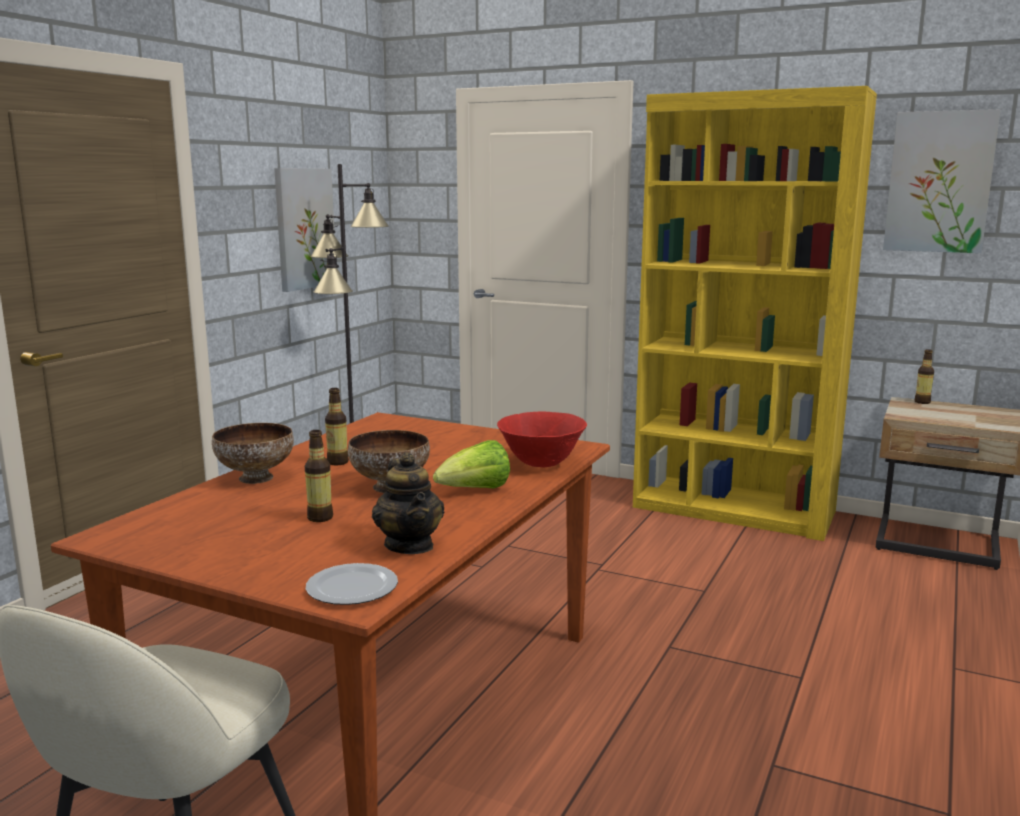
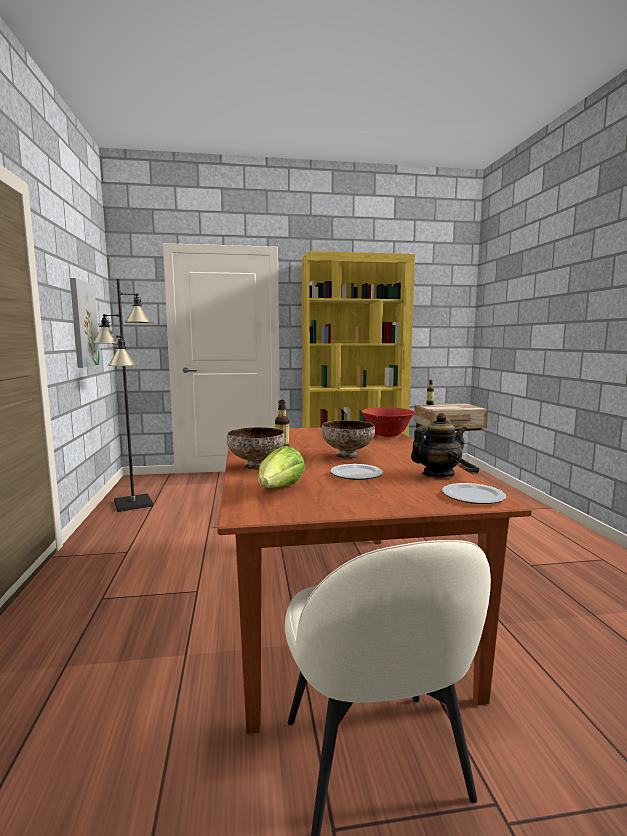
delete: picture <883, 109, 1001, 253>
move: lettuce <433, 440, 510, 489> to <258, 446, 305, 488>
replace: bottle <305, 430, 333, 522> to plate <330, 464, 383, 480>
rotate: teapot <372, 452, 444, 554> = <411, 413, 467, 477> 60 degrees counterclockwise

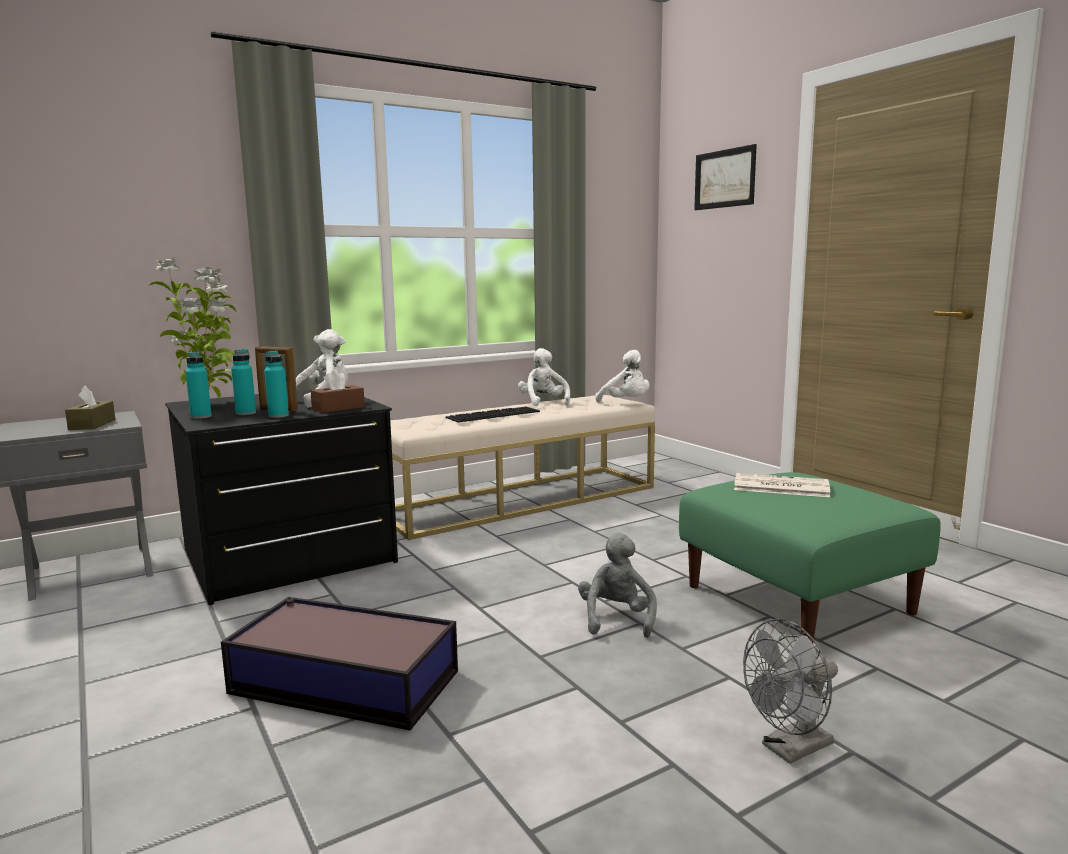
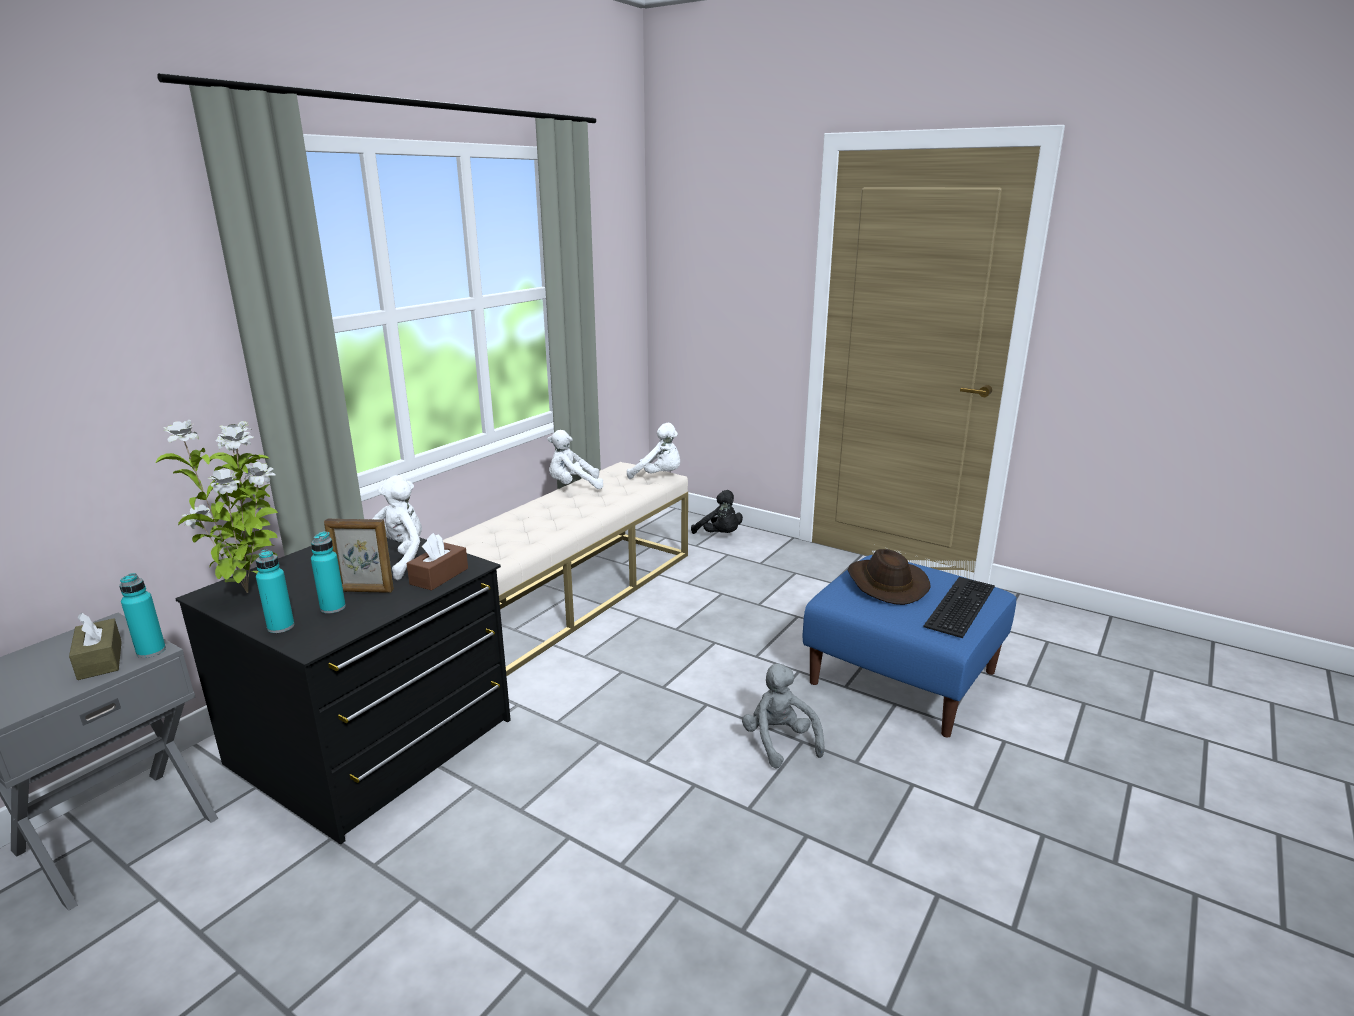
delete: storage box <221, 597, 458, 731>; picture <694, 144, 757, 210>; grey fan <743, 619, 838, 764>
insert: black plush toy <691, 490, 743, 534>
move: turquoise bottle <264, 350, 289, 418> to <119, 573, 166, 658>; keyboard <446, 407, 540, 422> to <923, 577, 995, 638>
replace: newspaper <734, 473, 830, 497> to brown hat <848, 549, 931, 605>
recolor: green ottoman <679, 472, 941, 644> to blue ottoman <803, 555, 1016, 738>
rotate: white plush toy <518, 348, 570, 406> = <547, 430, 603, 489> 60 degrees counterclockwise

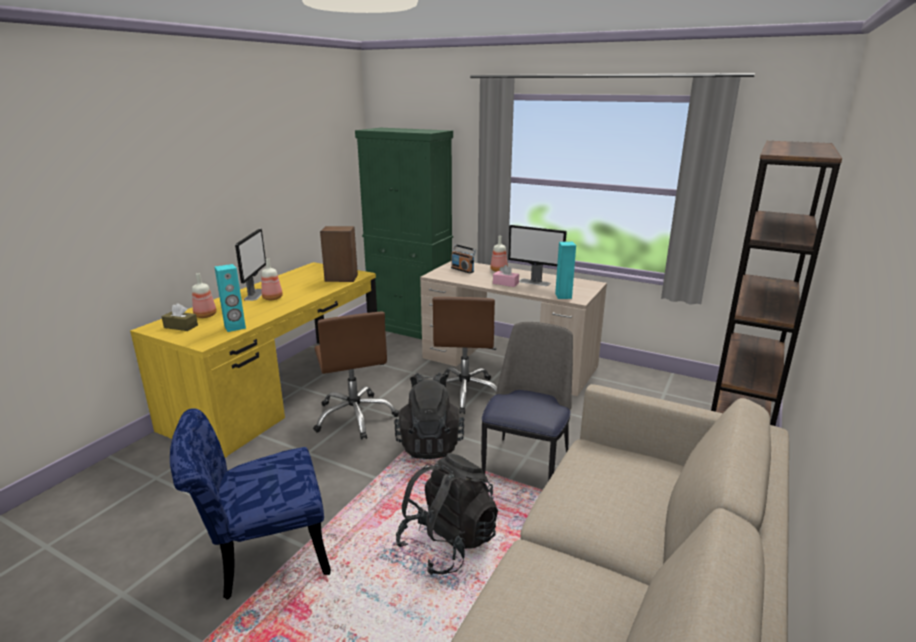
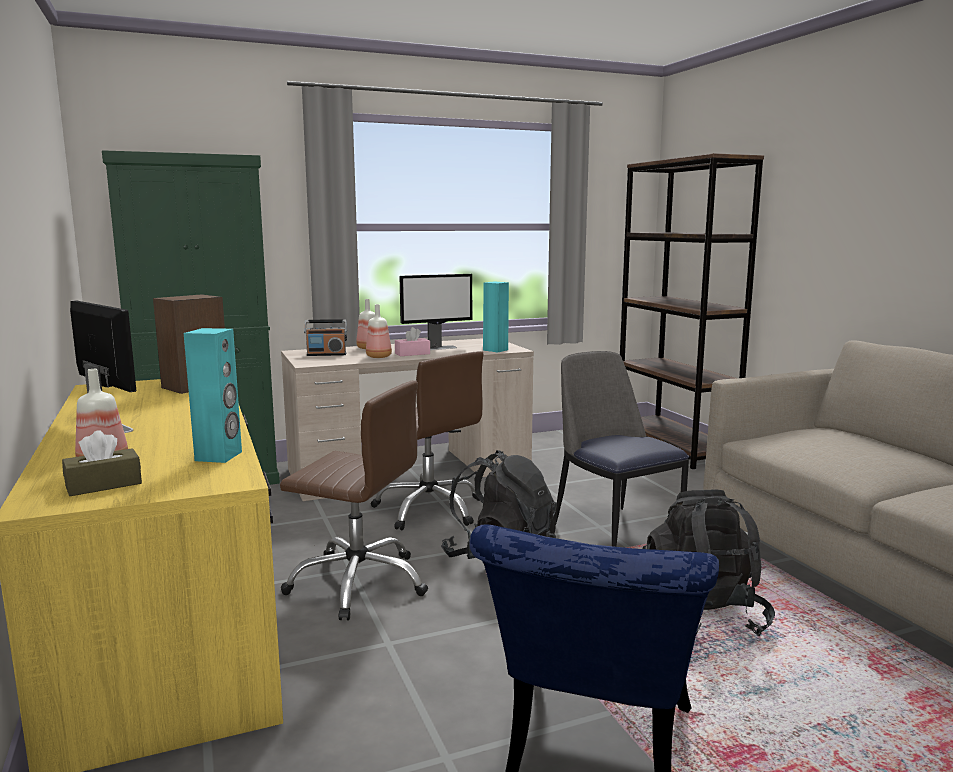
move: bottle <262, 258, 283, 300> to <366, 304, 392, 358>

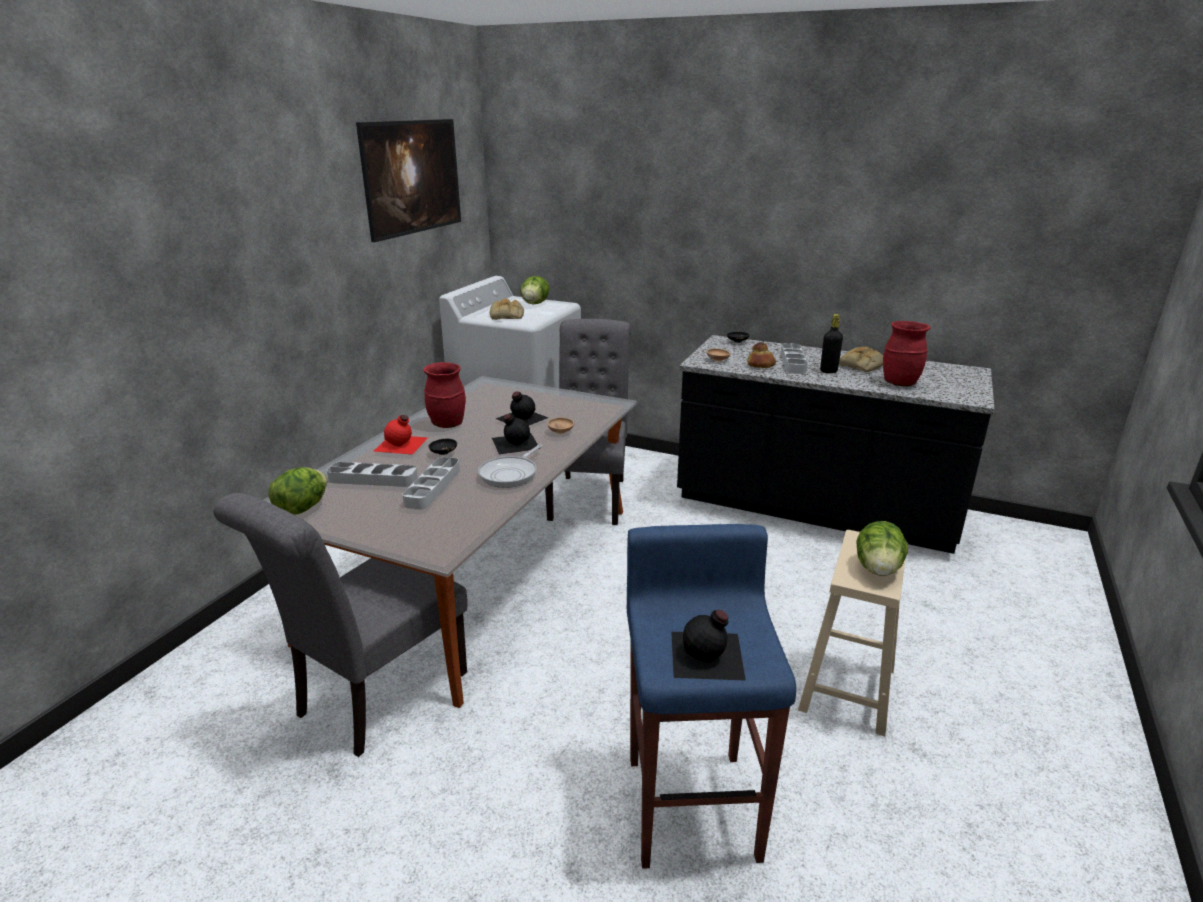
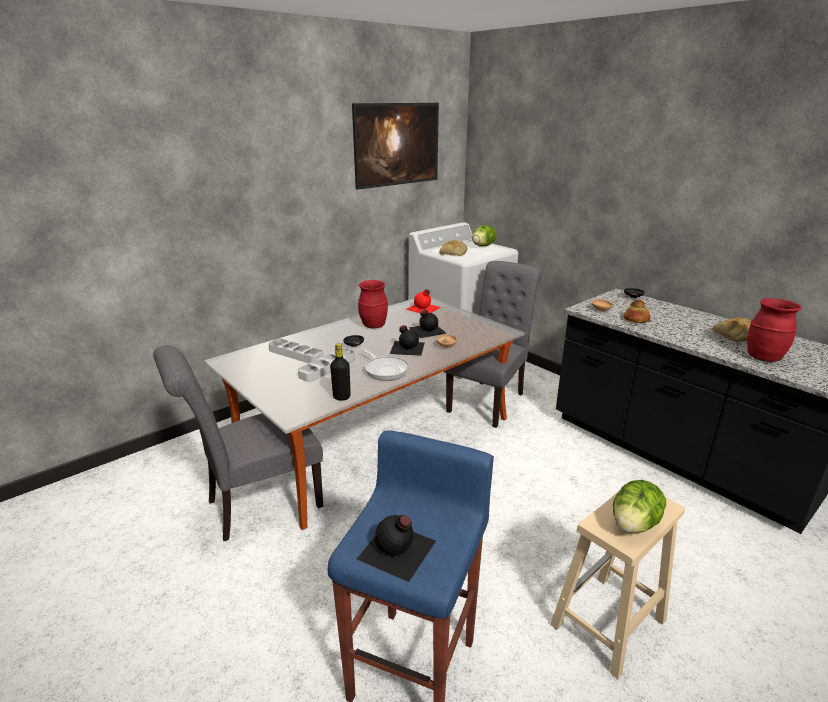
delete: lettuce <268, 467, 327, 515>; grey tray <781, 343, 808, 374>
move: black bottle <820, 314, 843, 373> to <330, 344, 351, 400>; red bottle <374, 415, 428, 455> to <405, 289, 441, 313>
rotate: frying pan <478, 445, 542, 488> = <362, 349, 409, 380> 90 degrees counterclockwise

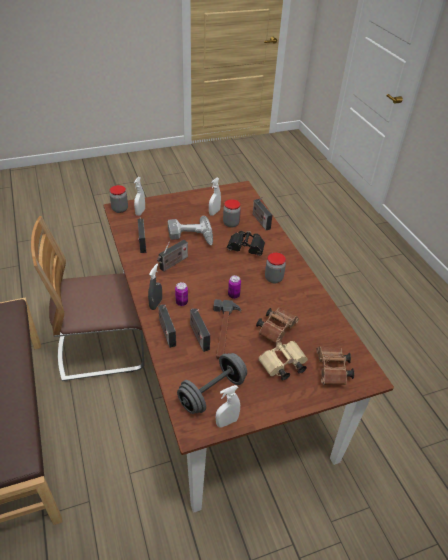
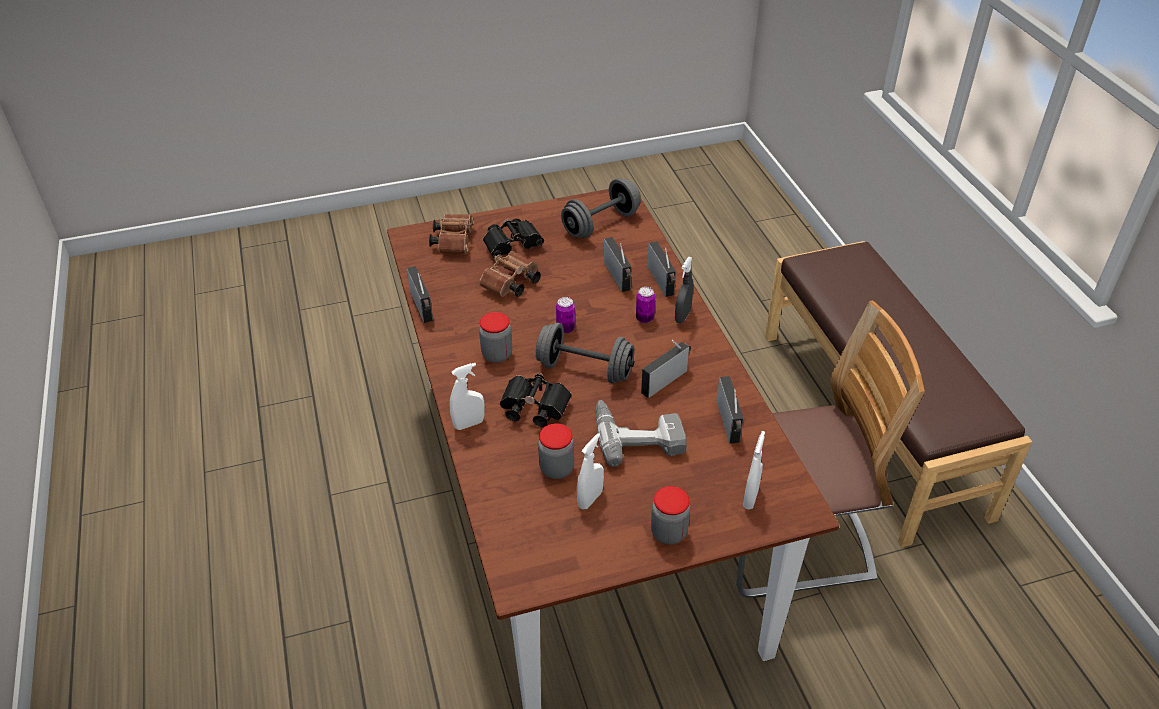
delete: hammer <213, 299, 242, 359>
insert: grey dumbbell <536, 323, 634, 384>
move: radio <253, 197, 272, 230> to <407, 266, 433, 323>; white spray bottle <216, 385, 240, 428> to <450, 363, 485, 430>; jar <110, 185, 128, 213> to <651, 486, 690, 545>
recolor: beige binoculars <259, 341, 308, 380> to black binoculars <483, 218, 544, 258>

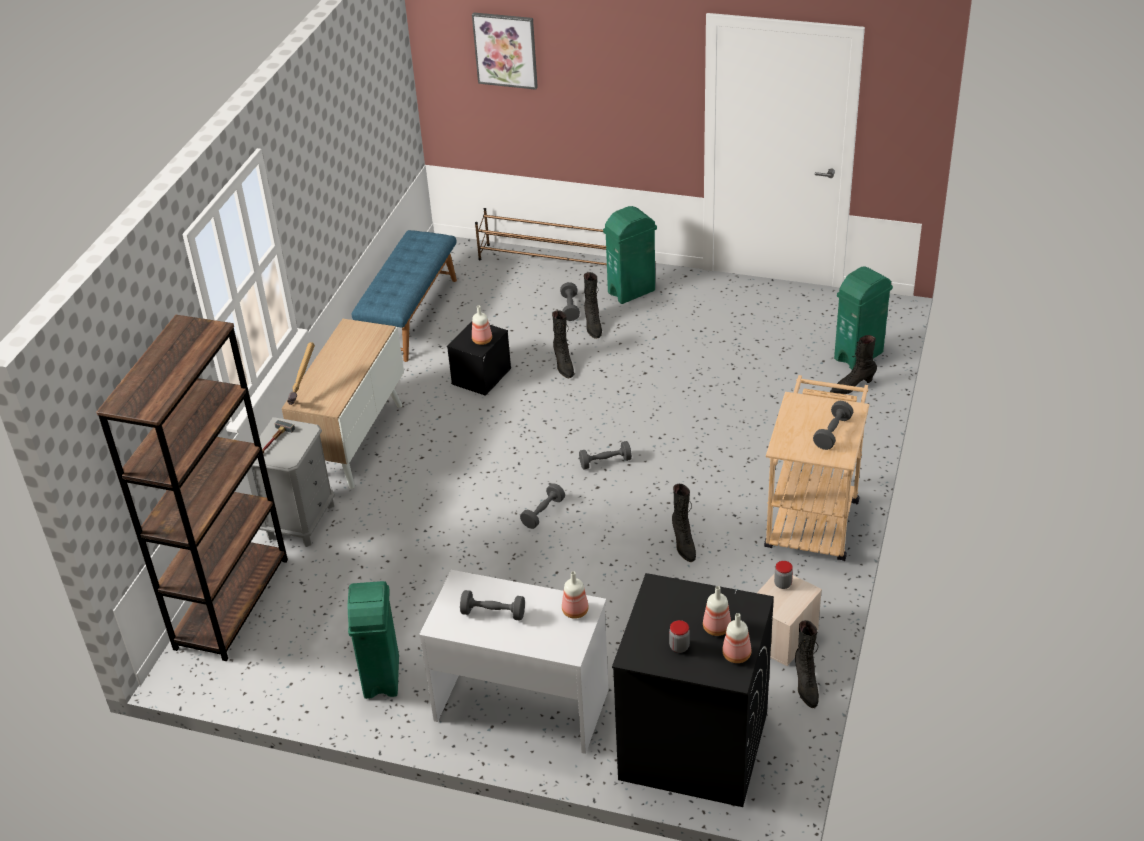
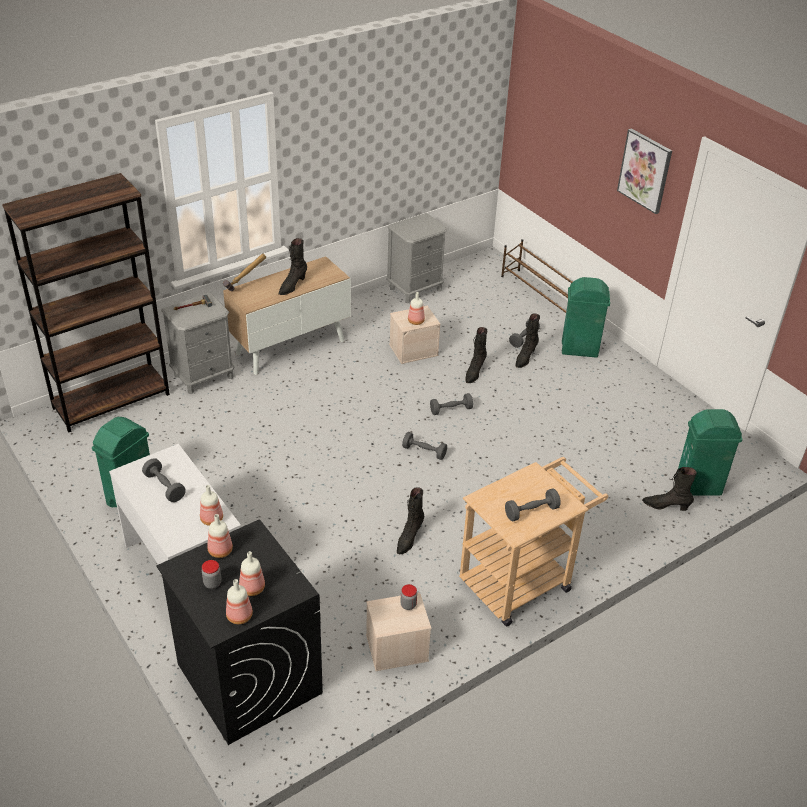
insert: bottle <207, 514, 233, 558>
move: black boot <795, 620, 819, 708> to <278, 238, 307, 295>; grey dumbbell <520, 483, 565, 529> to <430, 393, 473, 415>; picture <472, 12, 538, 90> to <617, 128, 672, 214>
replace: blue bench <351, 230, 457, 362> to grey nightstand <386, 213, 447, 303>
recolor: black storage box <447, 321, 511, 396> to beige storage box <389, 306, 440, 364>

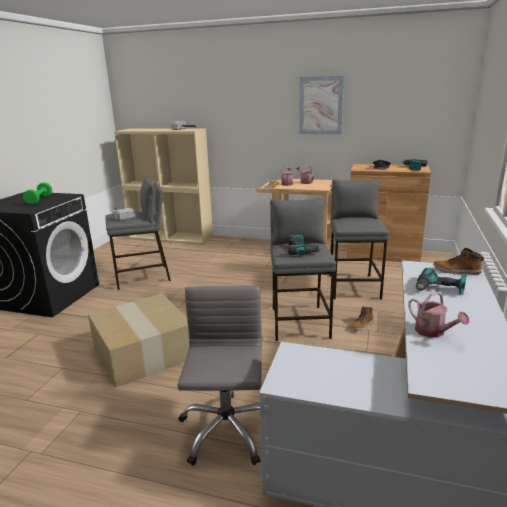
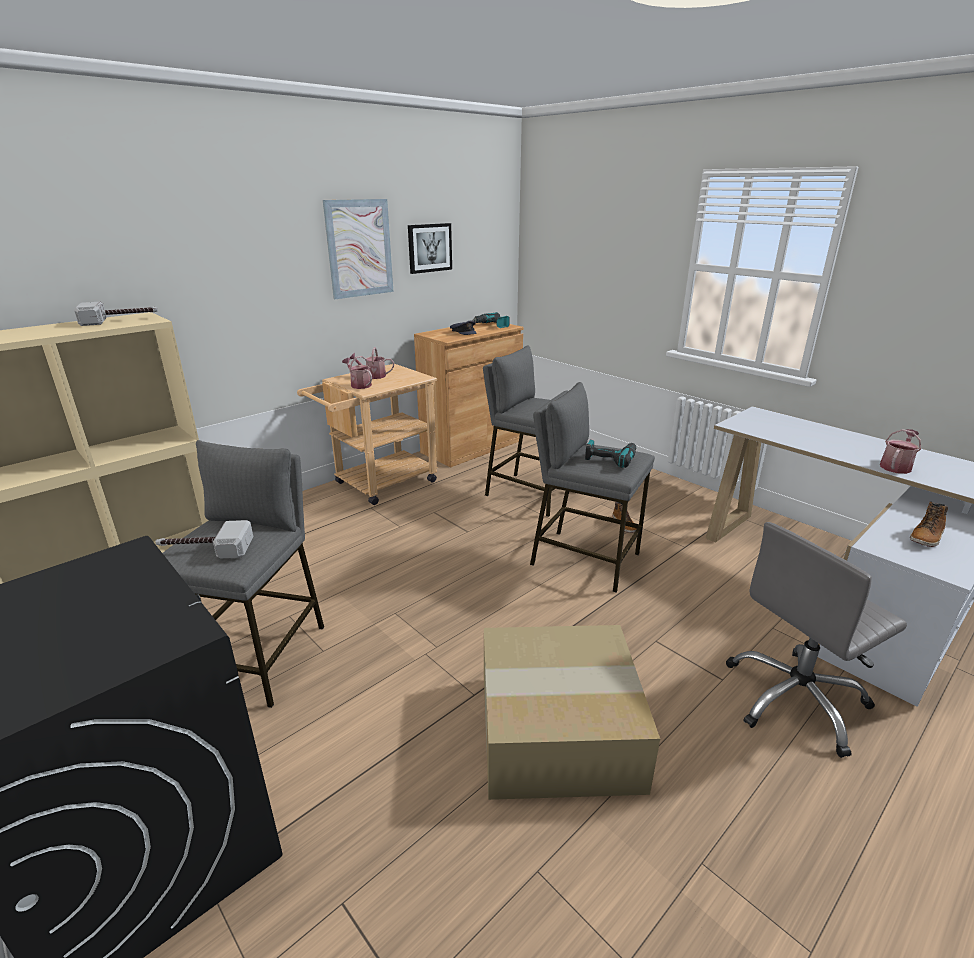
delete: green dumbbell <23, 182, 52, 205>; power drill <416, 268, 466, 295>
insert: picture <408, 223, 452, 274>
move: boot <433, 248, 484, 274> to <910, 501, 948, 547>
rotate: grey office chair <177, 286, 262, 466> = <726, 522, 907, 758> 60 degrees counterclockwise; watering can <408, 292, 470, 338> = <880, 429, 921, 474> 45 degrees counterclockwise

